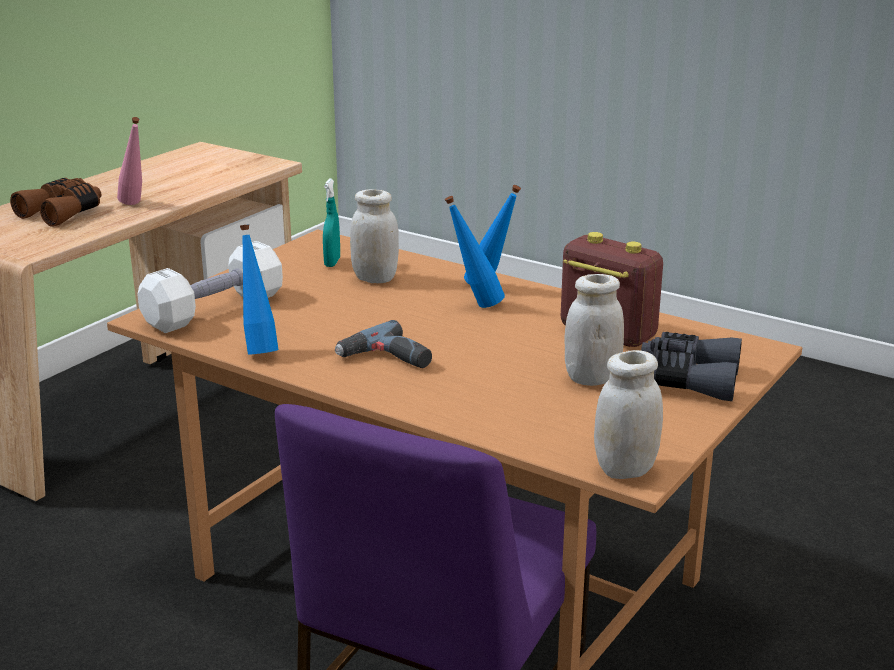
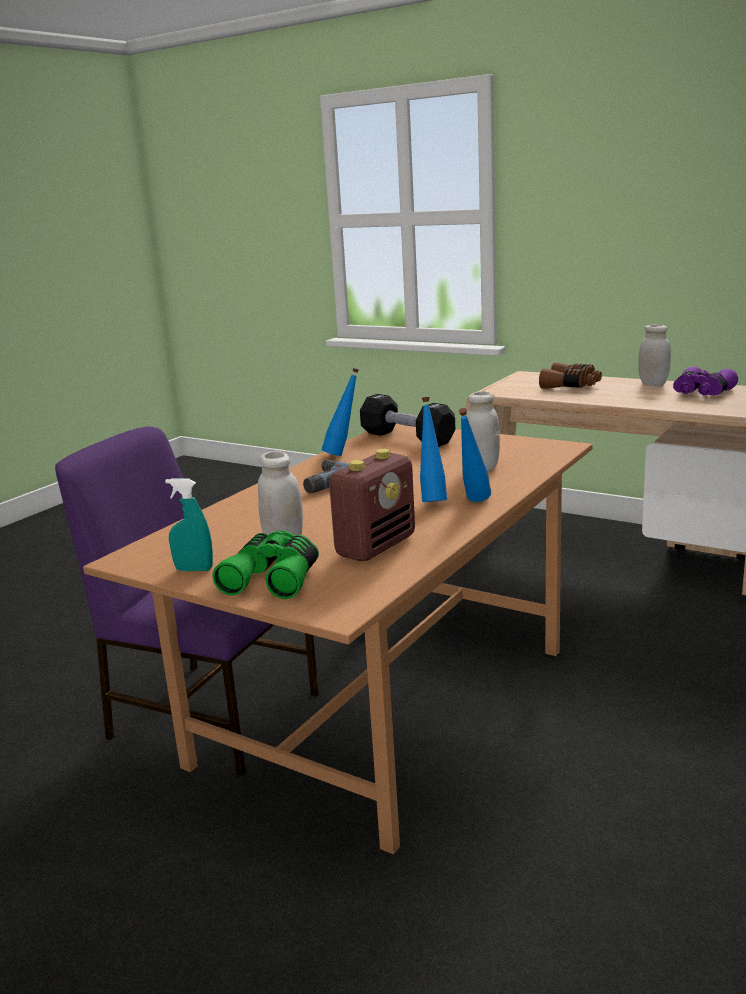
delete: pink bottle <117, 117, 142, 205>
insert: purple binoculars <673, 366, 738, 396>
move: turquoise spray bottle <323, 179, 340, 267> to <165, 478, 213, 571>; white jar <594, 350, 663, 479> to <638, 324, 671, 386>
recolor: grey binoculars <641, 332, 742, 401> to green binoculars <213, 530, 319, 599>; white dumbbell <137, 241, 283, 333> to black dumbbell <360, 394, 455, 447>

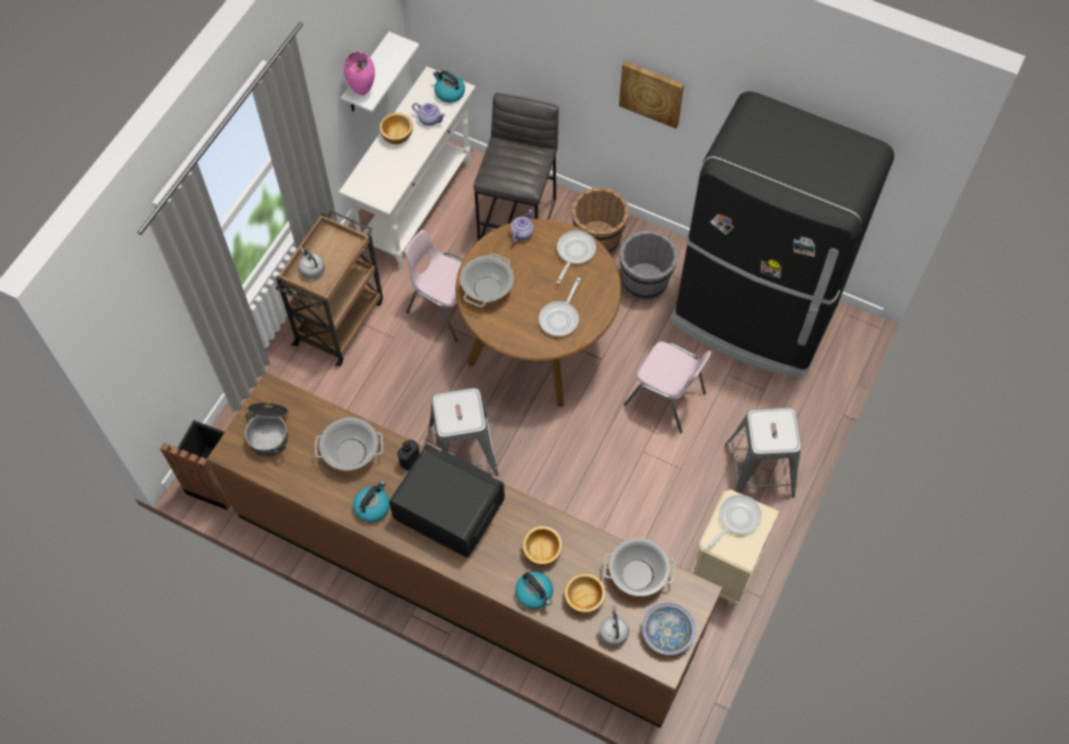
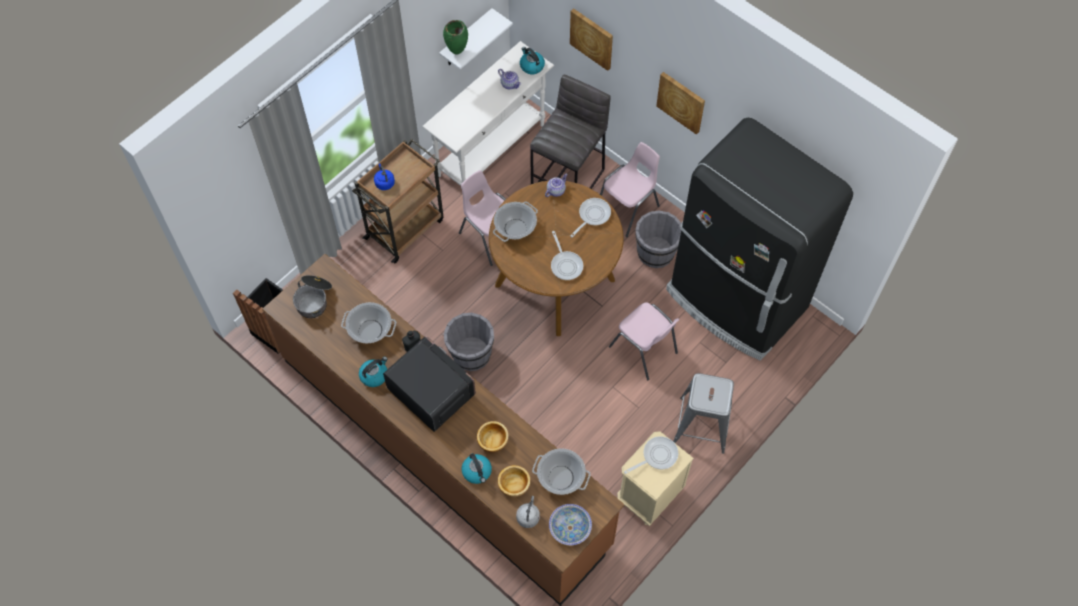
delete: bowl <379, 113, 413, 144>
insert: picture <570, 8, 613, 71>
replace: grey stool <428, 388, 499, 476> to grey bucket <444, 313, 494, 371>; brown bucket <572, 188, 629, 254> to pink chair <600, 142, 660, 237>
recolor: grey kettle <299, 247, 325, 279> to blue kettle <374, 163, 395, 190>; pink vase <344, 52, 375, 95> to green vase <443, 20, 468, 55>
rotate: frying pan <539, 277, 581, 337> = <551, 231, 583, 280> 60 degrees counterclockwise

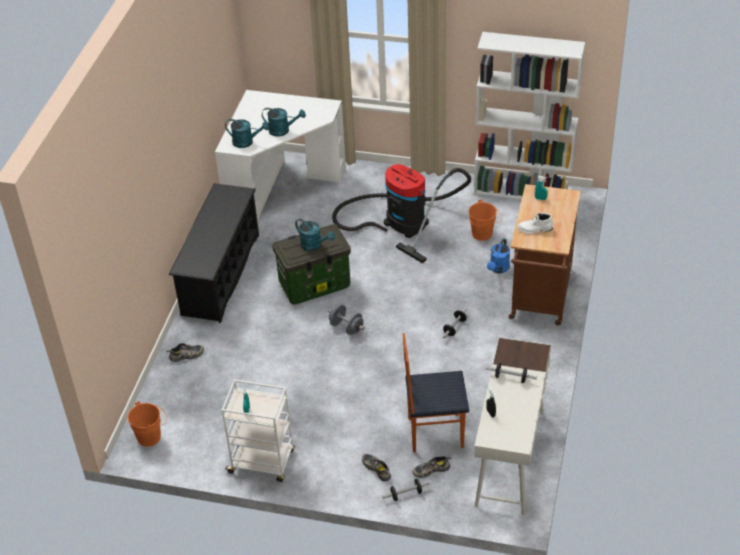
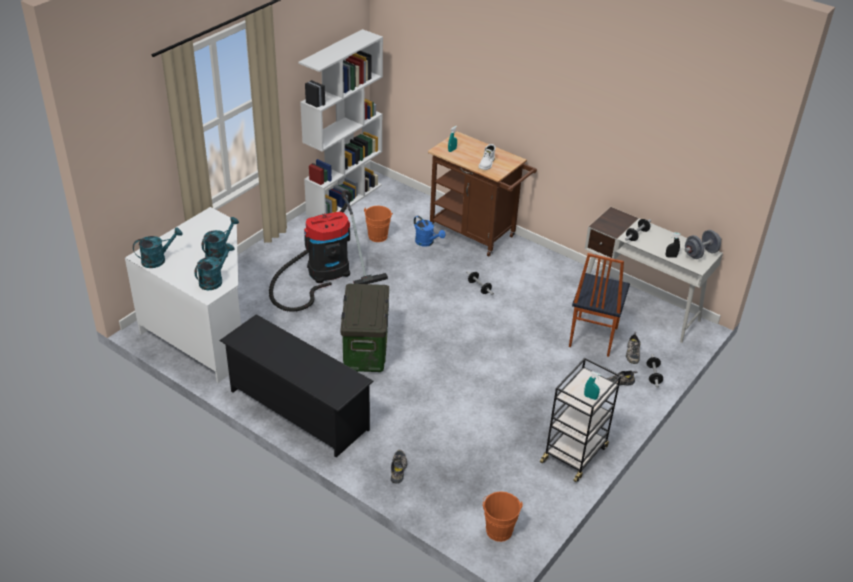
move: turquoise watering can <295, 219, 335, 251> to <133, 227, 183, 268>; grey dumbbell <328, 304, 365, 335> to <685, 230, 721, 259>
recolor: white cart <222, 379, 295, 482> to black cart <540, 358, 621, 482>

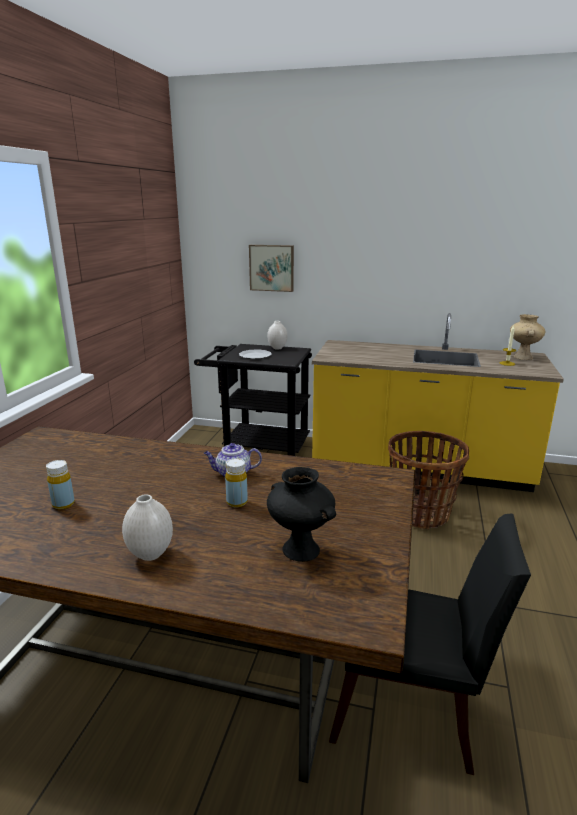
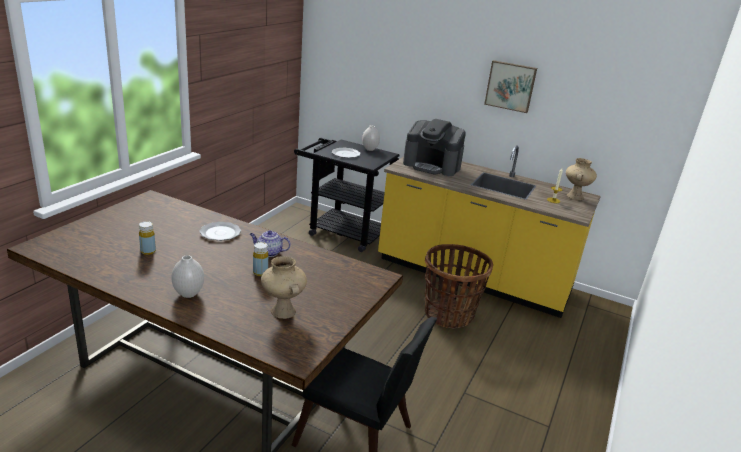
insert: plate <199, 222, 241, 241>; coffee machine <403, 119, 466, 176>
move: picture <249, 245, 294, 292> to <484, 60, 537, 113>
recolor: black vase <267, 467, 336, 562> to beige vase <261, 256, 307, 319>

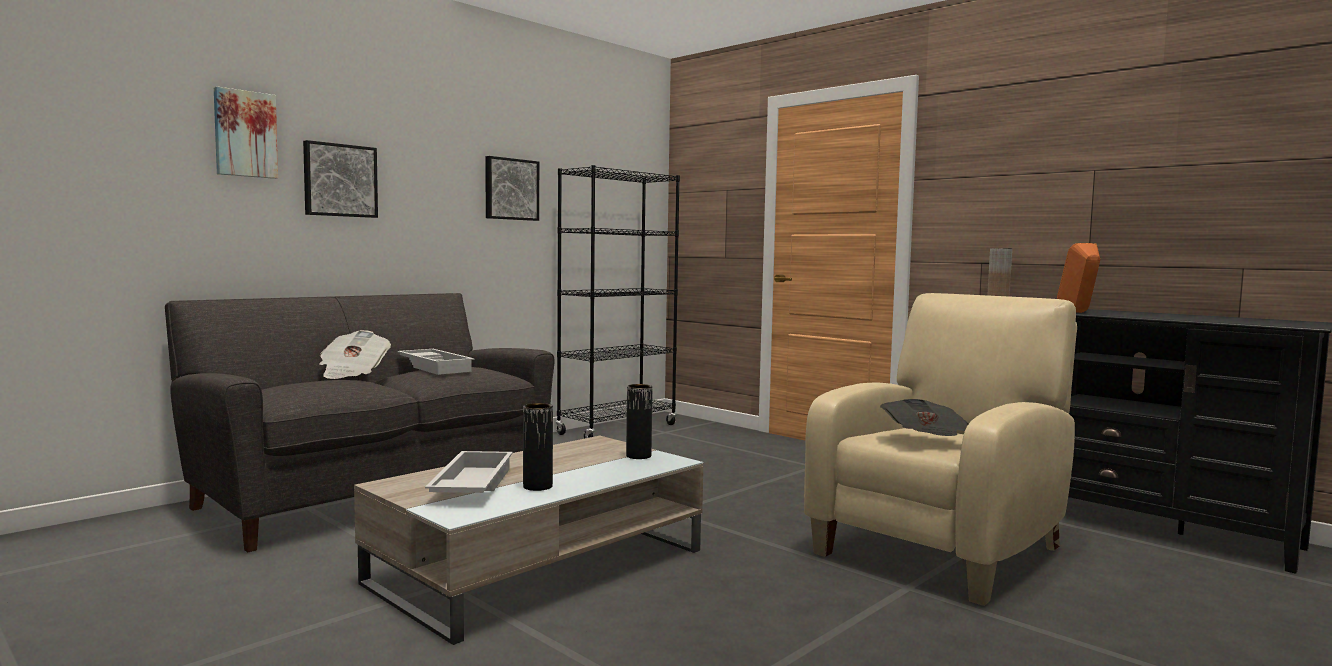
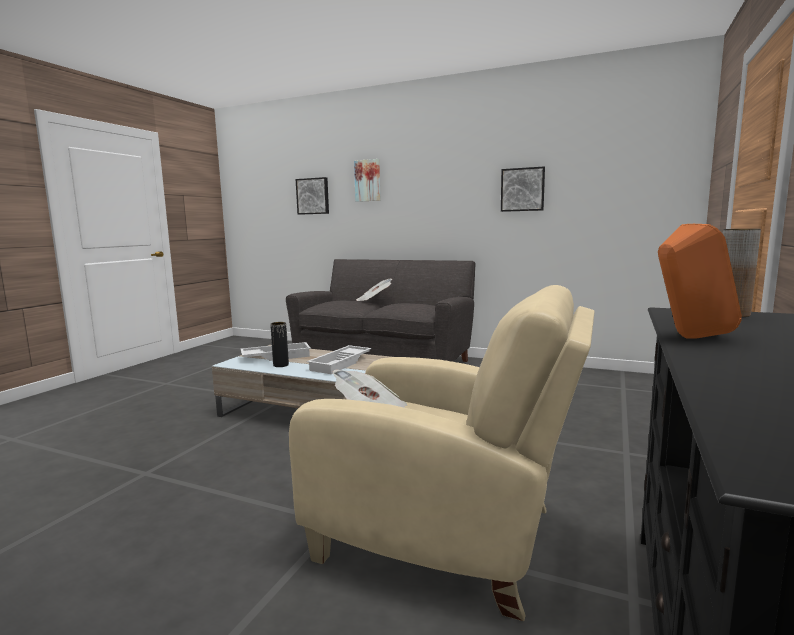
delete: black bookcase <556, 165, 680, 439>; black vase <626, 384, 653, 459>
move: picture <303, 140, 378, 218> to <296, 177, 329, 215>; white tray <397, 349, 474, 375> to <307, 345, 371, 374>

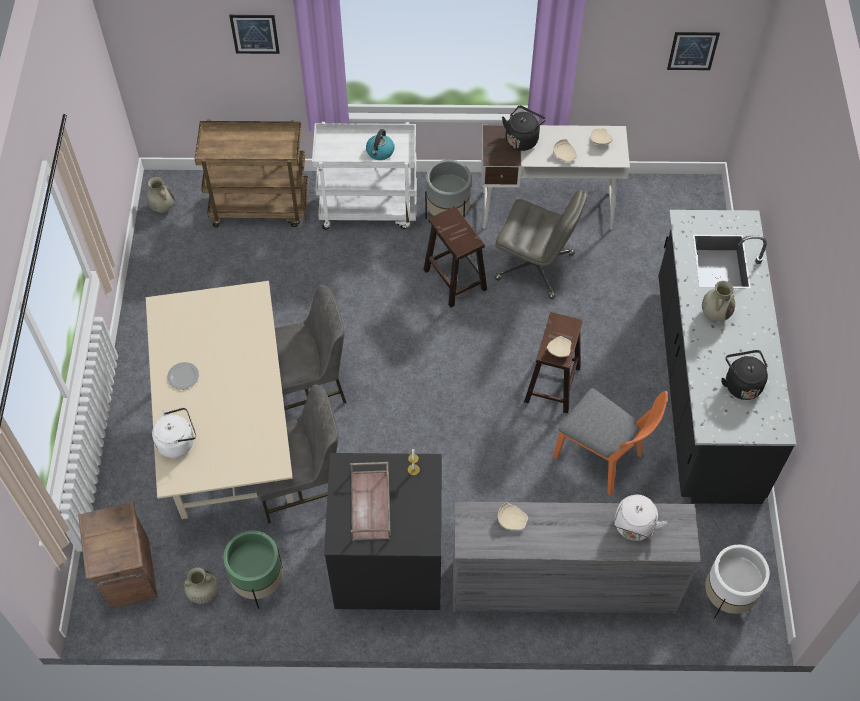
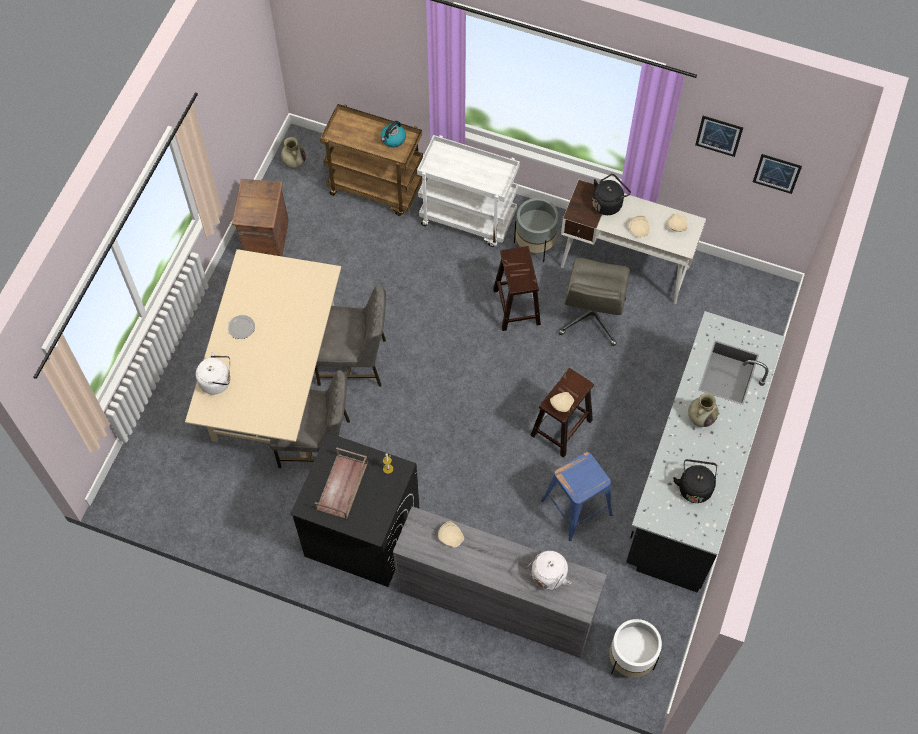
delete: beige vase <184, 567, 218, 604>; green planter <223, 530, 283, 609>
move: crate <78, 502, 157, 609> to <232, 179, 289, 256>; kettle <366, 129, 394, 160> to <381, 121, 406, 147>; picture <229, 15, 280, 54> to <695, 116, 744, 157>
replace: orange chair <553, 388, 668, 496> to blue stool <541, 452, 613, 541>
rotate: grey office chair <495, 189, 588, 299> = <559, 257, 630, 346> 60 degrees clockwise

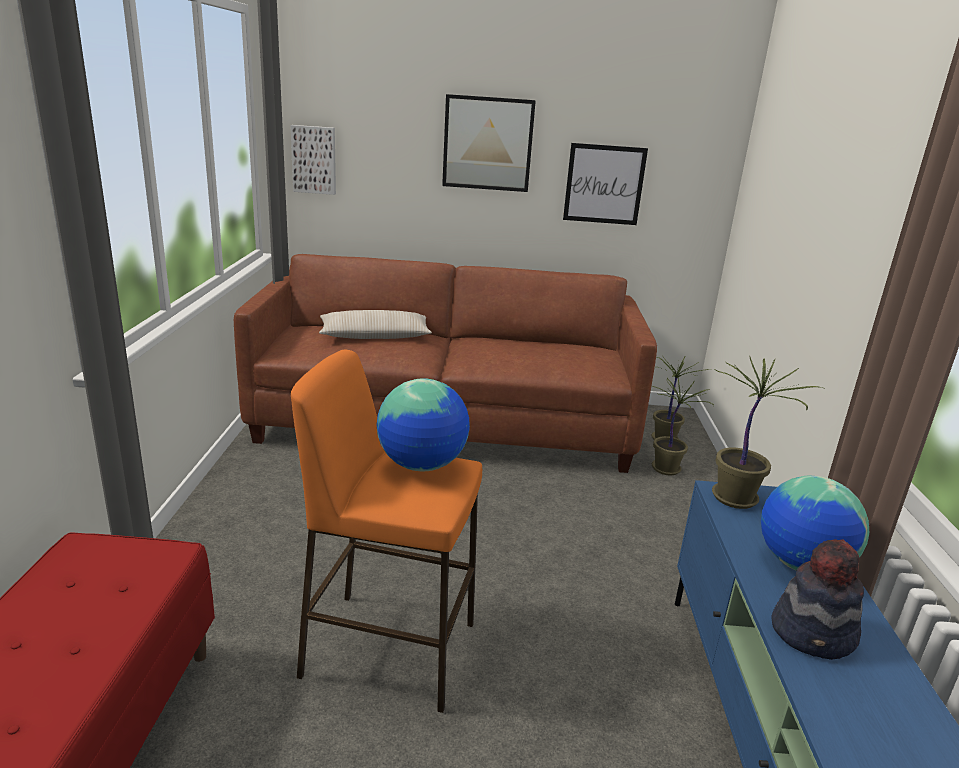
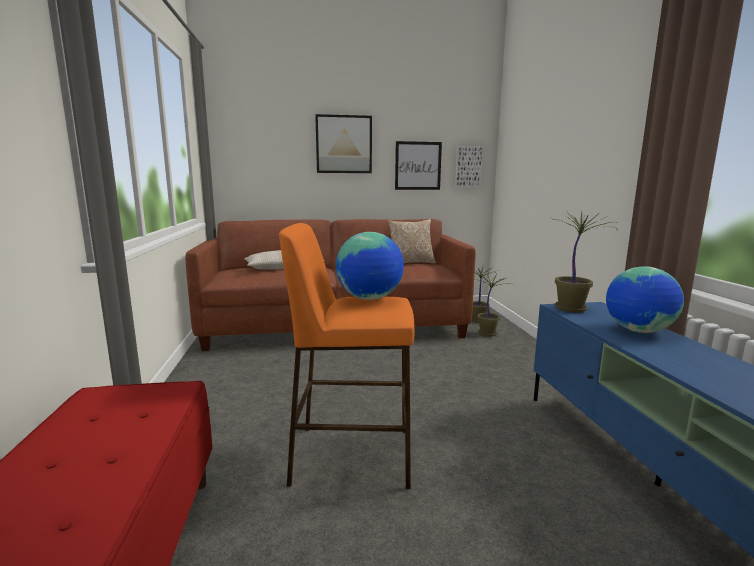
delete: hat <772, 539, 864, 660>
insert: pillow <388, 219, 436, 264>
move: picture <290, 125, 336, 195> to <455, 146, 483, 187>

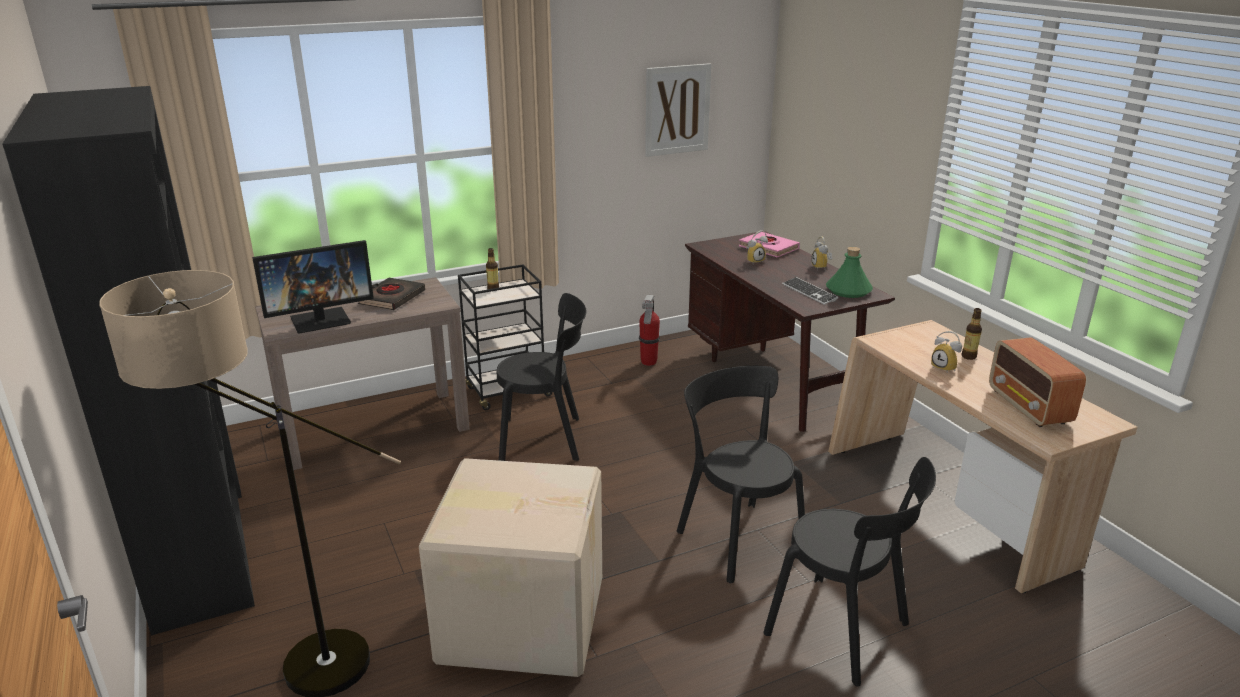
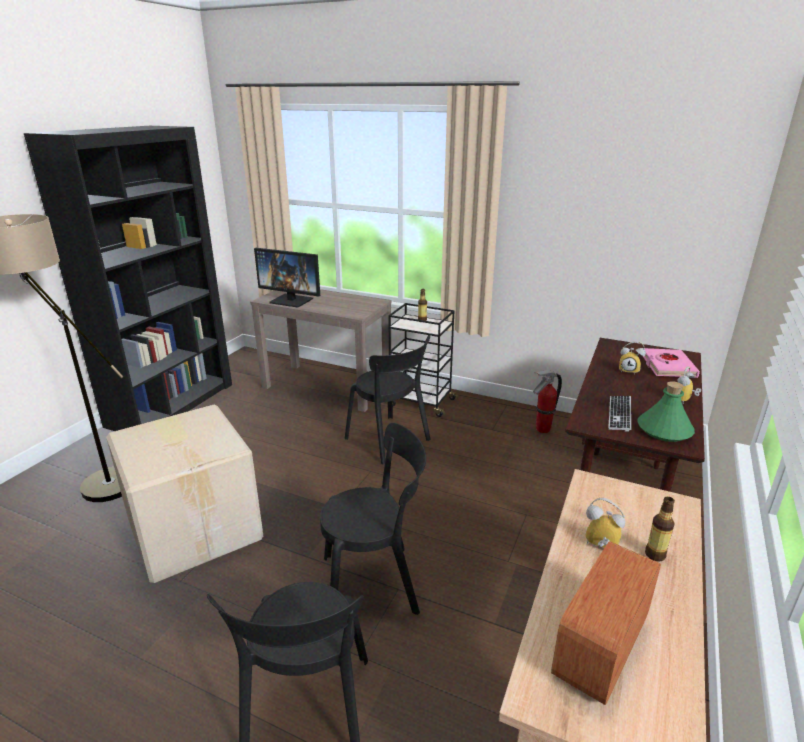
delete: black book <358, 278, 425, 310>; picture <645, 63, 711, 157>
rotate: black chair <677, 366, 805, 583> = <320, 423, 426, 615> 60 degrees clockwise; alarm clock <931, 331, 962, 372> = <586, 498, 625, 548> 105 degrees clockwise

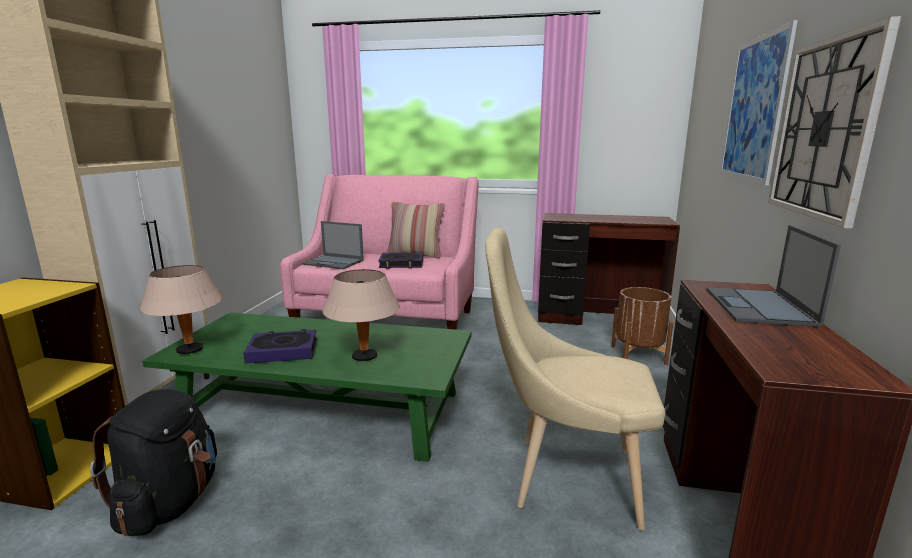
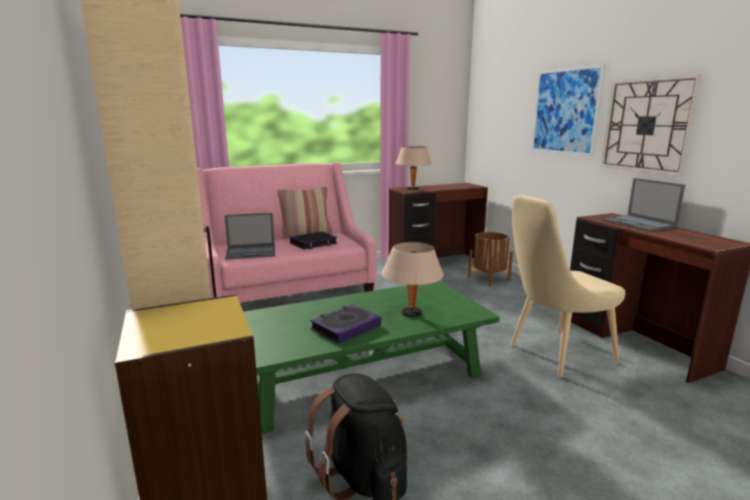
move: beige table lamp <140, 265, 223, 354> to <395, 146, 432, 190>

